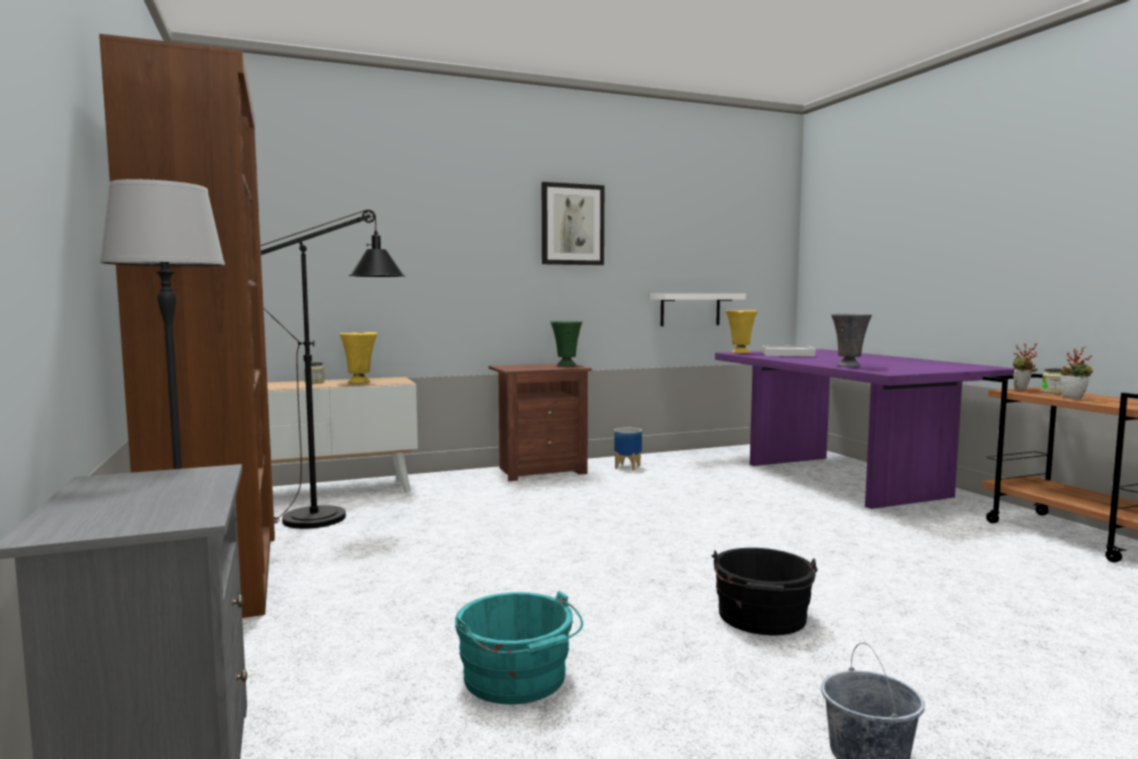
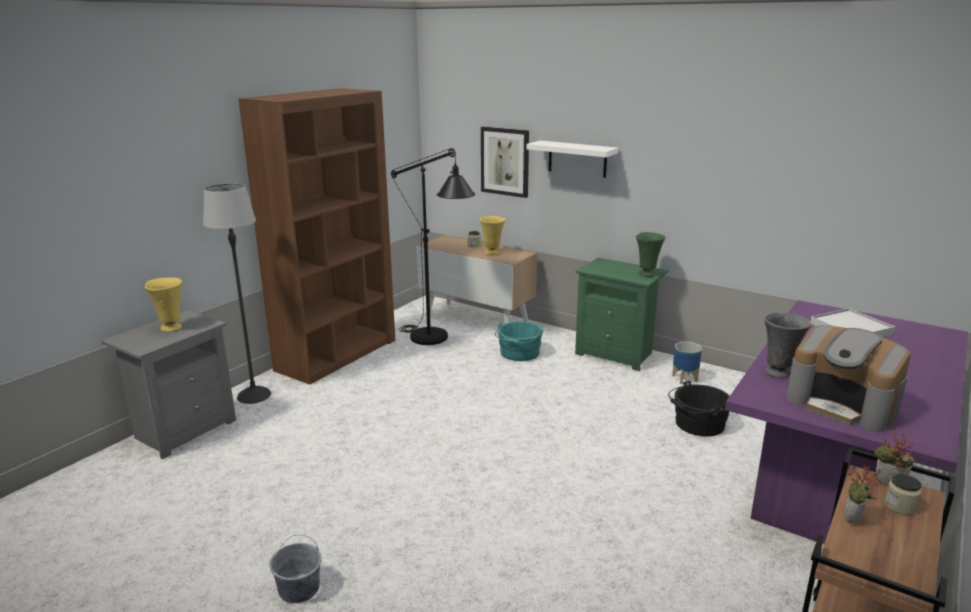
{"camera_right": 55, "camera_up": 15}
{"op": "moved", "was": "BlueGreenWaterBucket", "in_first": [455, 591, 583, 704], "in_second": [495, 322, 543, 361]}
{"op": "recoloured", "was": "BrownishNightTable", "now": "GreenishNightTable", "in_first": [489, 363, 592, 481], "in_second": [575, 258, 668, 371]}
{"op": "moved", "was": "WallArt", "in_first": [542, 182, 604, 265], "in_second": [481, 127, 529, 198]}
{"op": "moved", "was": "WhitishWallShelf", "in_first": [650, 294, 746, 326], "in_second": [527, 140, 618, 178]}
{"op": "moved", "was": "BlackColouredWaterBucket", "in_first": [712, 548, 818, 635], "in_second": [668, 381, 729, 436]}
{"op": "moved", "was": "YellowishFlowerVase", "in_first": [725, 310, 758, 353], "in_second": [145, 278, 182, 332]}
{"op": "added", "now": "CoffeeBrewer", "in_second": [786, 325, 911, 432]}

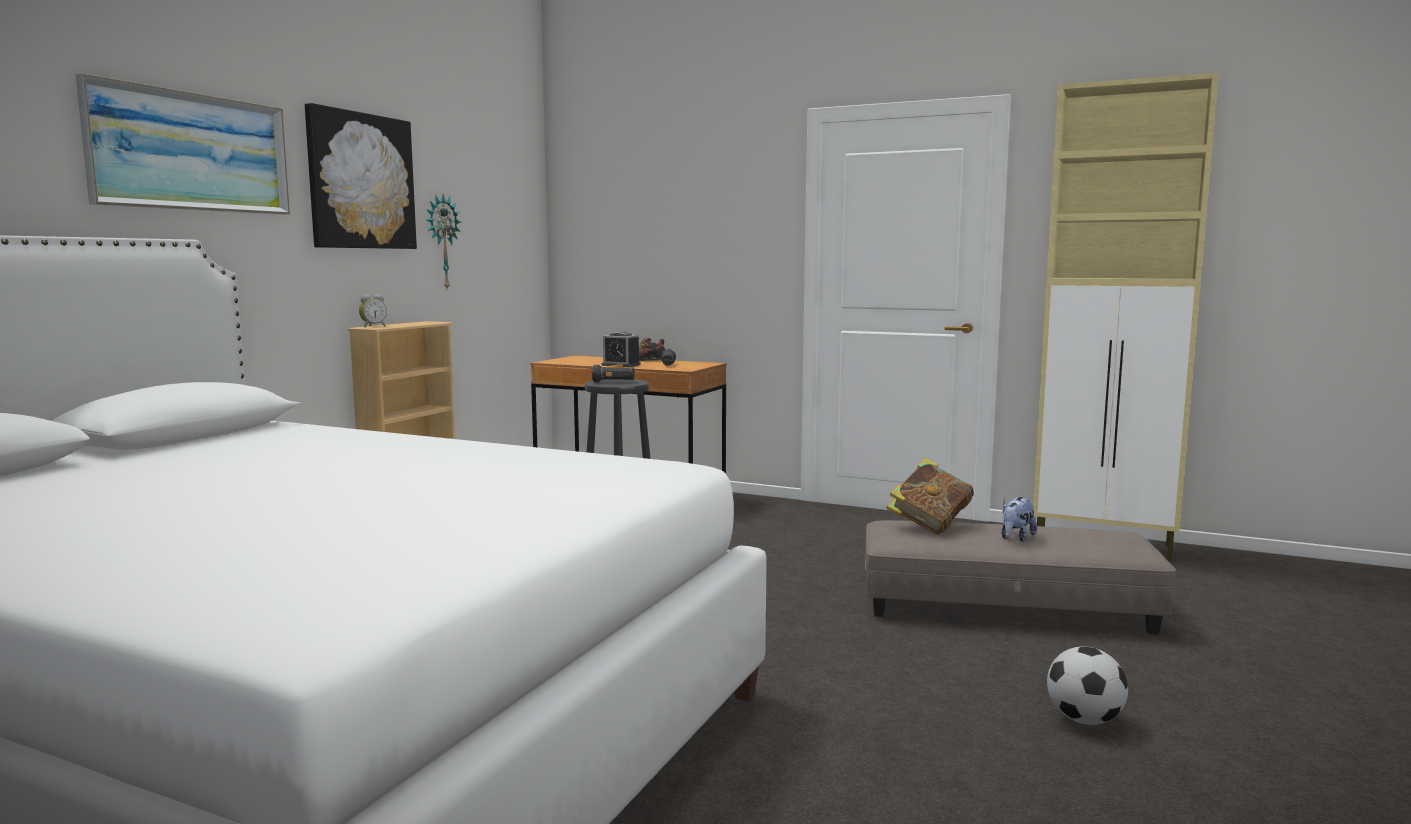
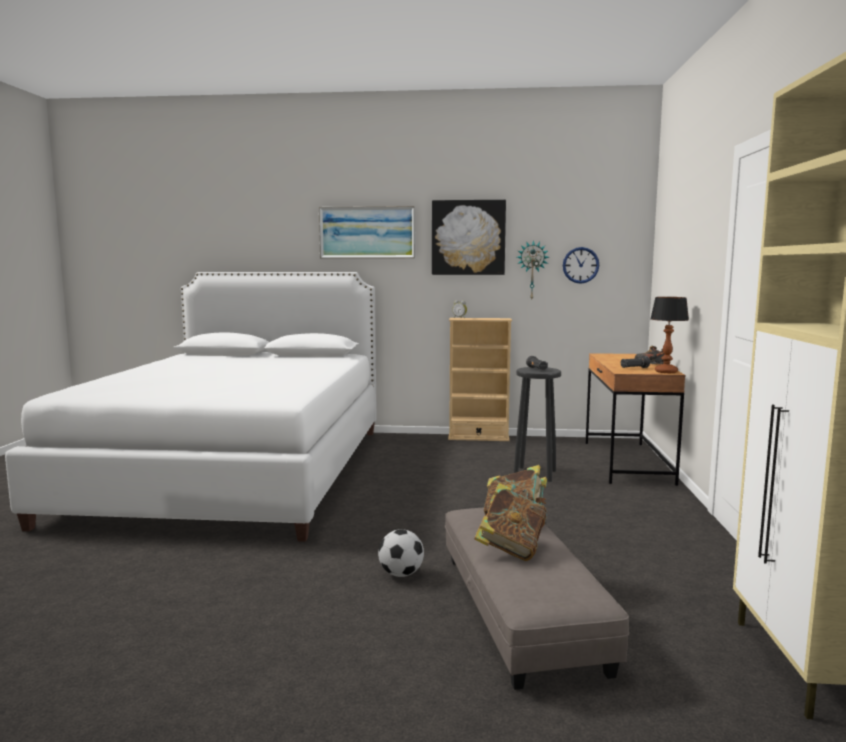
{"camera_right": 70, "camera_up": 0}
{"op": "removed", "was": "AlarmClock", "in_first": [602, 332, 640, 367]}
{"op": "replaced", "was": "CuddlyToy", "now": "BoundBook", "in_first": [1001, 497, 1037, 542], "in_second": [474, 483, 546, 561]}
{"op": "moved", "was": "FootballBall", "in_first": [1047, 646, 1128, 725], "in_second": [378, 529, 424, 577]}
{"op": "added", "now": "WallClock", "in_second": [563, 247, 599, 284]}
{"op": "added", "now": "TabletopLamp", "in_second": [650, 297, 689, 373]}

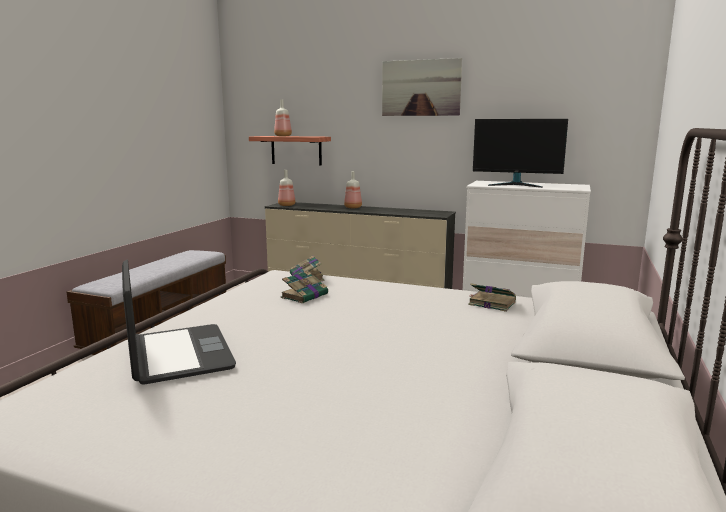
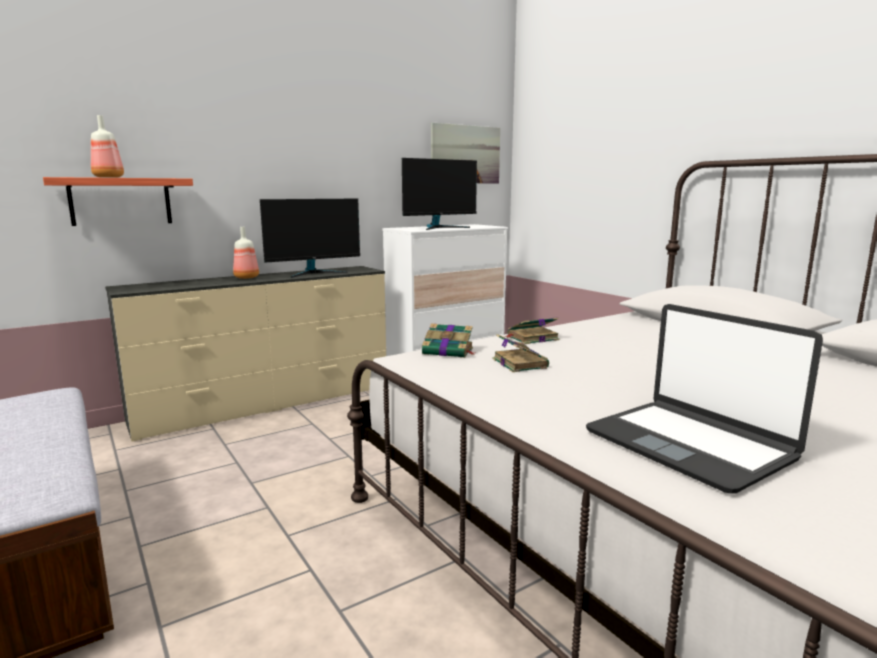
{"camera_right": -55, "camera_up": 0}
{"op": "turned", "was": "NotebookComputer", "in_first": [122, 259, 236, 385], "in_second": [586, 304, 823, 494], "clockwise": -135}
{"op": "removed", "was": "DrinkBottle", "in_first": [278, 170, 295, 206]}
{"op": "moved", "was": "WallArt", "in_first": [382, 58, 462, 116], "in_second": [431, 123, 500, 184]}
{"op": "moved", "was": "BoundBook", "in_first": [468, 283, 516, 312], "in_second": [504, 317, 559, 344]}
{"op": "added", "now": "ComputerDisplay", "in_second": [260, 199, 360, 278]}

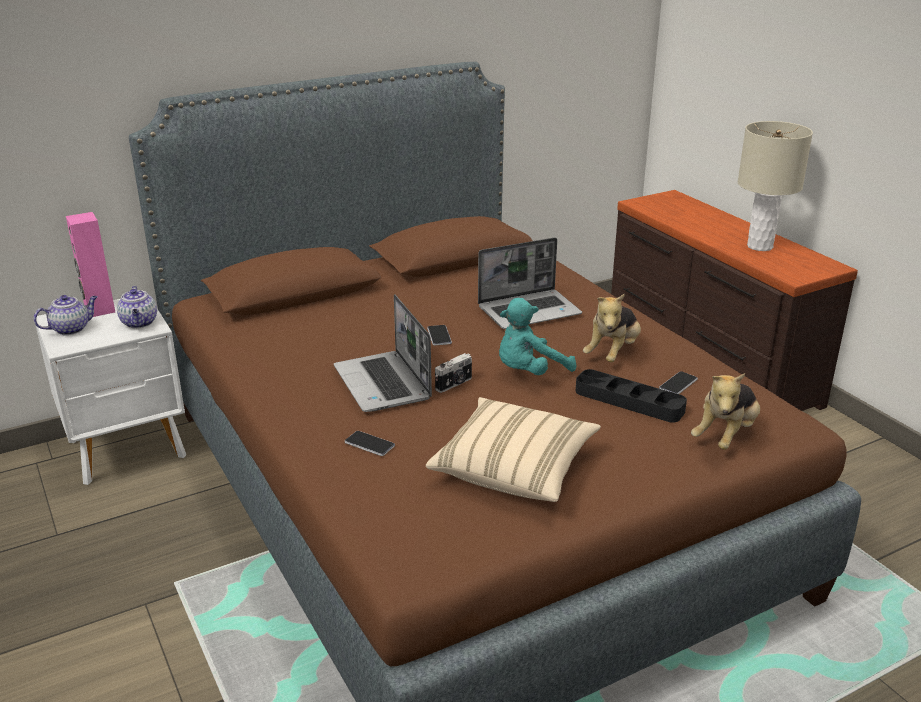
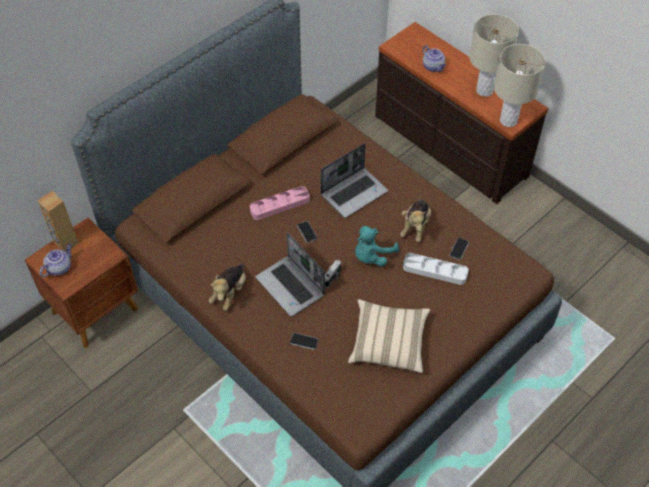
{"camera_right": -15, "camera_up": 25}
{"op": "recoloured", "was": "WhitishNightTable", "now": "BrownishNightTable", "in_first": [36, 293, 186, 485], "in_second": [25, 218, 138, 348]}
{"op": "recoloured", "was": "PinkishAudioSpeaker", "now": "BrownishAudioSpeaker", "in_first": [66, 212, 115, 317], "in_second": [38, 191, 79, 251]}
{"op": "moved", "was": "PotForTea", "in_first": [117, 286, 157, 328], "in_second": [423, 45, 446, 72]}
{"op": "recoloured", "was": "BlackColouredTray", "now": "WhitishTray", "in_first": [576, 369, 687, 423], "in_second": [403, 253, 469, 285]}
{"op": "moved", "was": "CuddlyToy", "in_first": [691, 373, 760, 450], "in_second": [209, 263, 246, 311]}
{"op": "added", "now": "PinkishTray", "in_second": [250, 186, 310, 220]}
{"op": "added", "now": "BeigeColouredTabletopLamp", "in_second": [494, 44, 546, 127]}

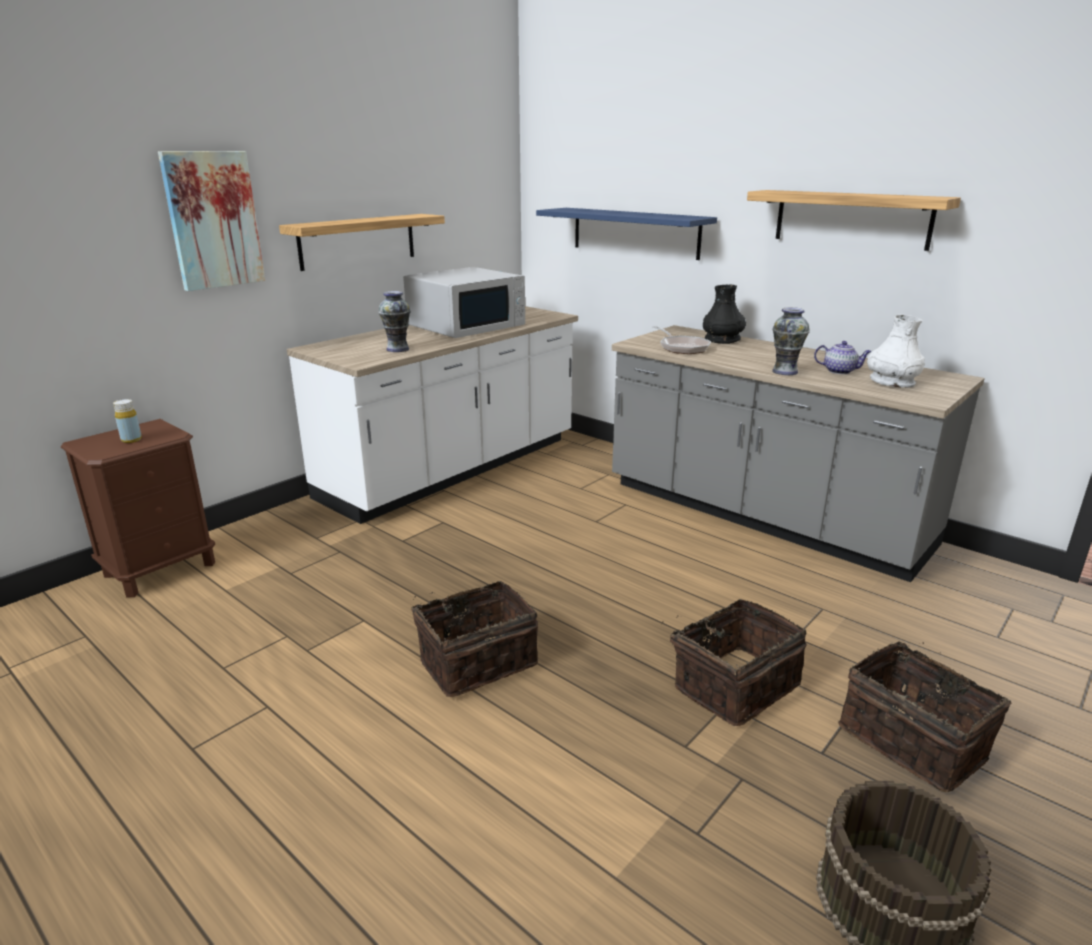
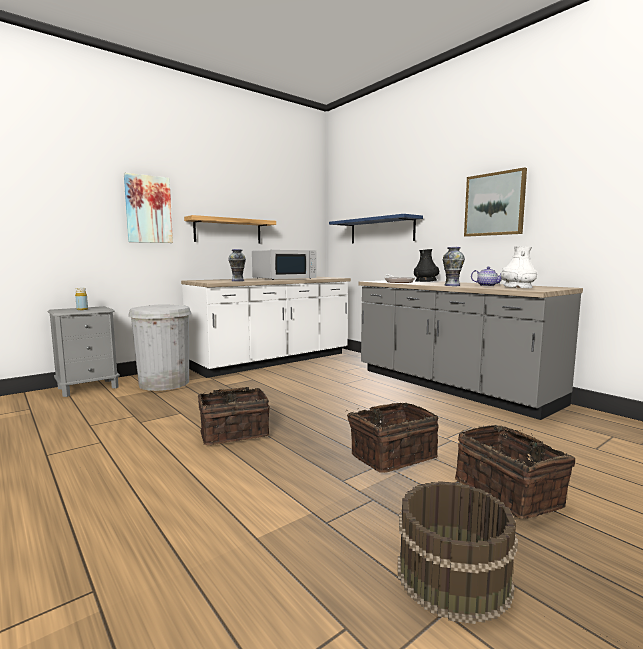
{"camera_right": 10, "camera_up": -15}
{"op": "recoloured", "was": "BrownishNightTable", "now": "GrayNightTable", "in_first": [61, 419, 215, 597], "in_second": [48, 306, 120, 397]}
{"op": "replaced", "was": "WallShelf", "now": "WallArt", "in_first": [747, 190, 961, 251], "in_second": [464, 167, 527, 237]}
{"op": "added", "now": "WhitishTrashCan", "in_second": [128, 304, 191, 391]}

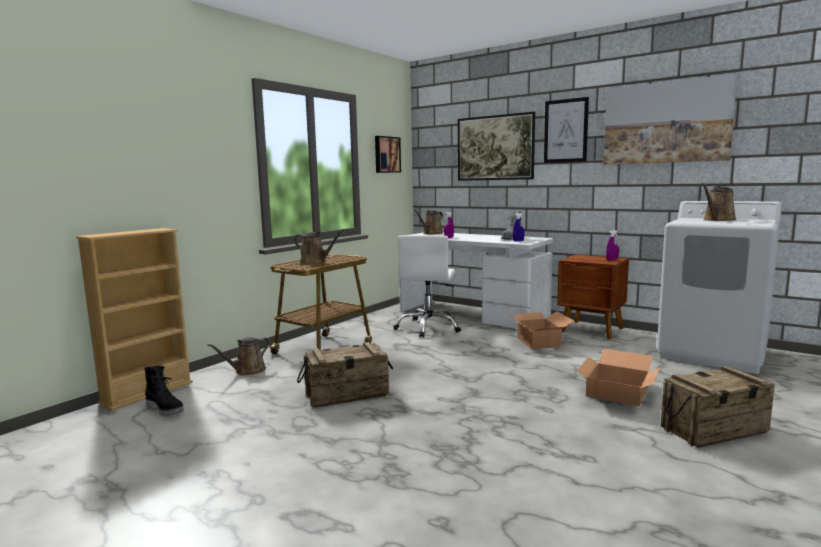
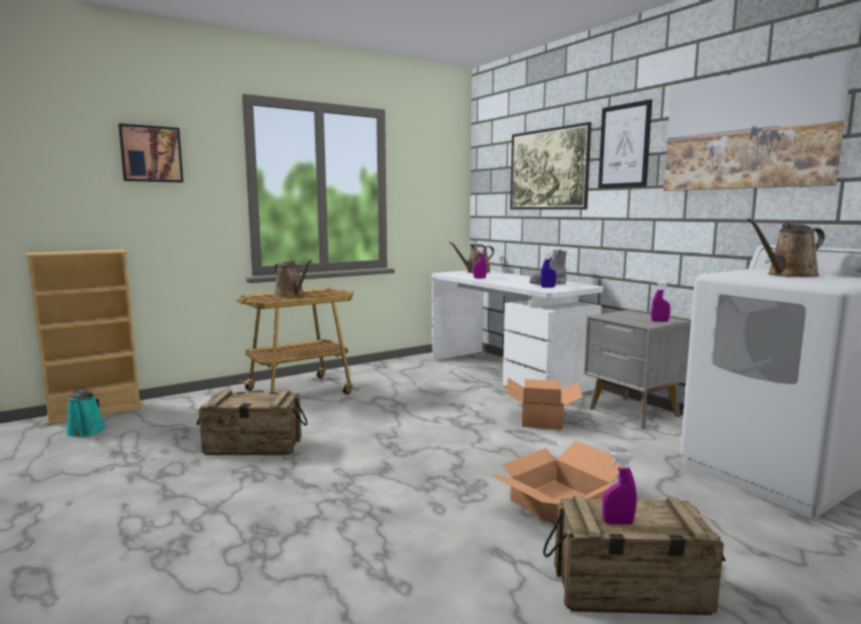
{"camera_right": 20, "camera_up": 0}
{"op": "replaced", "was": "BlackColouredTallBoot", "now": "BlueGreenSprinklingCan", "in_first": [144, 366, 184, 416], "in_second": [65, 390, 106, 437]}
{"op": "removed", "was": "BrownishSprinklingCan", "in_first": [207, 337, 270, 375]}
{"op": "moved", "was": "WallArt", "in_first": [375, 136, 401, 173], "in_second": [118, 123, 183, 183]}
{"op": "removed", "was": "WhitishDeskChair", "in_first": [393, 235, 461, 338]}
{"op": "recoloured", "was": "BrownishNightTable", "now": "GrayNightTable", "in_first": [557, 254, 629, 339], "in_second": [584, 310, 691, 429]}
{"op": "added", "now": "PurpleColouredHandSprayer", "in_second": [602, 452, 637, 525]}

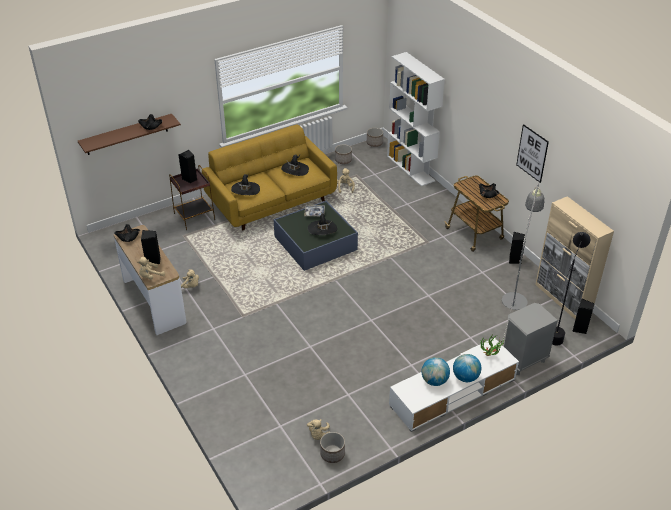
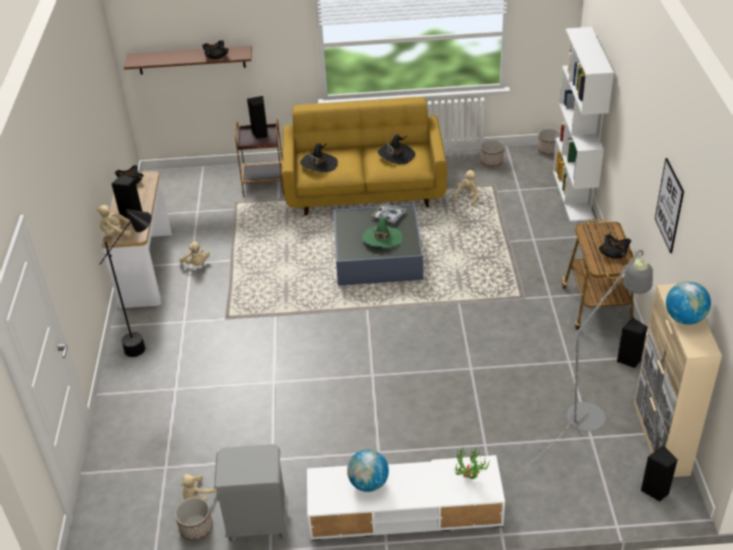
{"camera_right": 30, "camera_up": 0}
{"op": "recoloured", "was": "BlackColouredWearableHat", "now": "GreenishWearableHat", "in_first": [308, 212, 337, 235], "in_second": [362, 216, 403, 247]}
{"op": "moved", "was": "DeskGlobe", "in_first": [453, 354, 481, 382], "in_second": [666, 281, 711, 325]}
{"op": "moved", "was": "GrayNightTable", "in_first": [504, 303, 558, 375], "in_second": [214, 444, 288, 543]}
{"op": "moved", "was": "BlackColouredStandardLamp", "in_first": [552, 232, 590, 346], "in_second": [100, 209, 151, 357]}

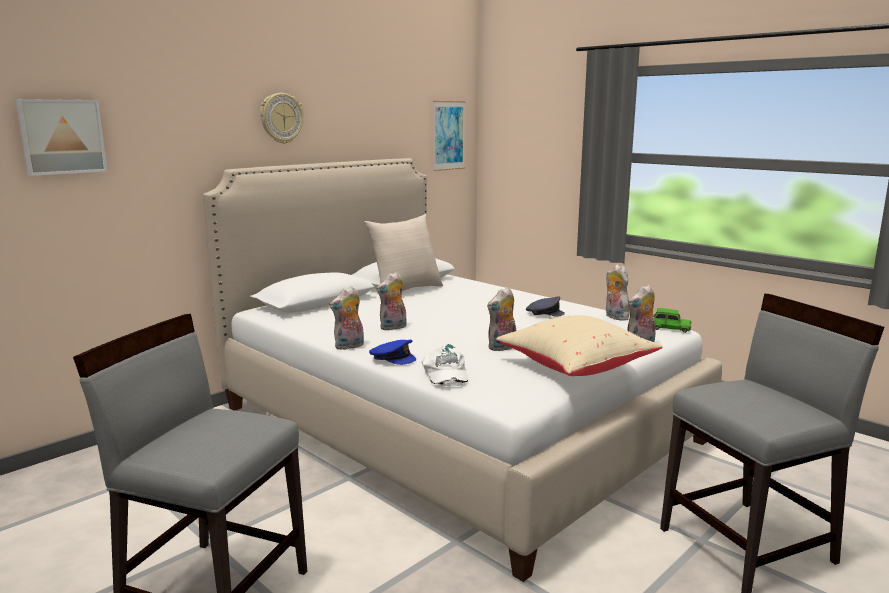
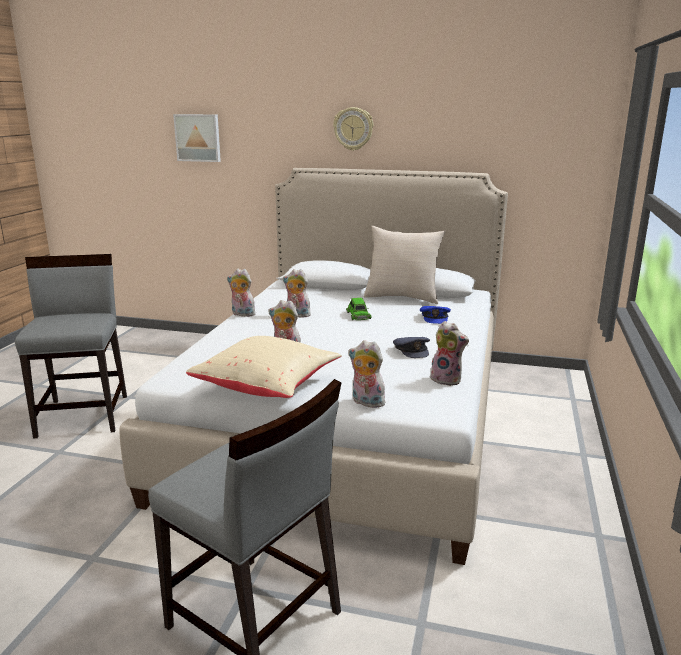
{"camera_right": 60, "camera_up": 5}
{"op": "moved", "was": "BlueColouredPeakedCap", "in_first": [369, 340, 416, 365], "in_second": [420, 306, 451, 324]}
{"op": "removed", "was": "WhitishPeakedCap", "in_first": [421, 344, 468, 386]}
{"op": "removed", "was": "WallArt", "in_first": [433, 101, 465, 171]}
{"op": "turned", "was": "CuddlyToy", "in_first": [605, 265, 630, 320], "in_second": [430, 321, 469, 386], "clockwise": 90}
{"op": "moved", "was": "GreenishModelCar", "in_first": [653, 308, 692, 333], "in_second": [346, 298, 372, 320]}

